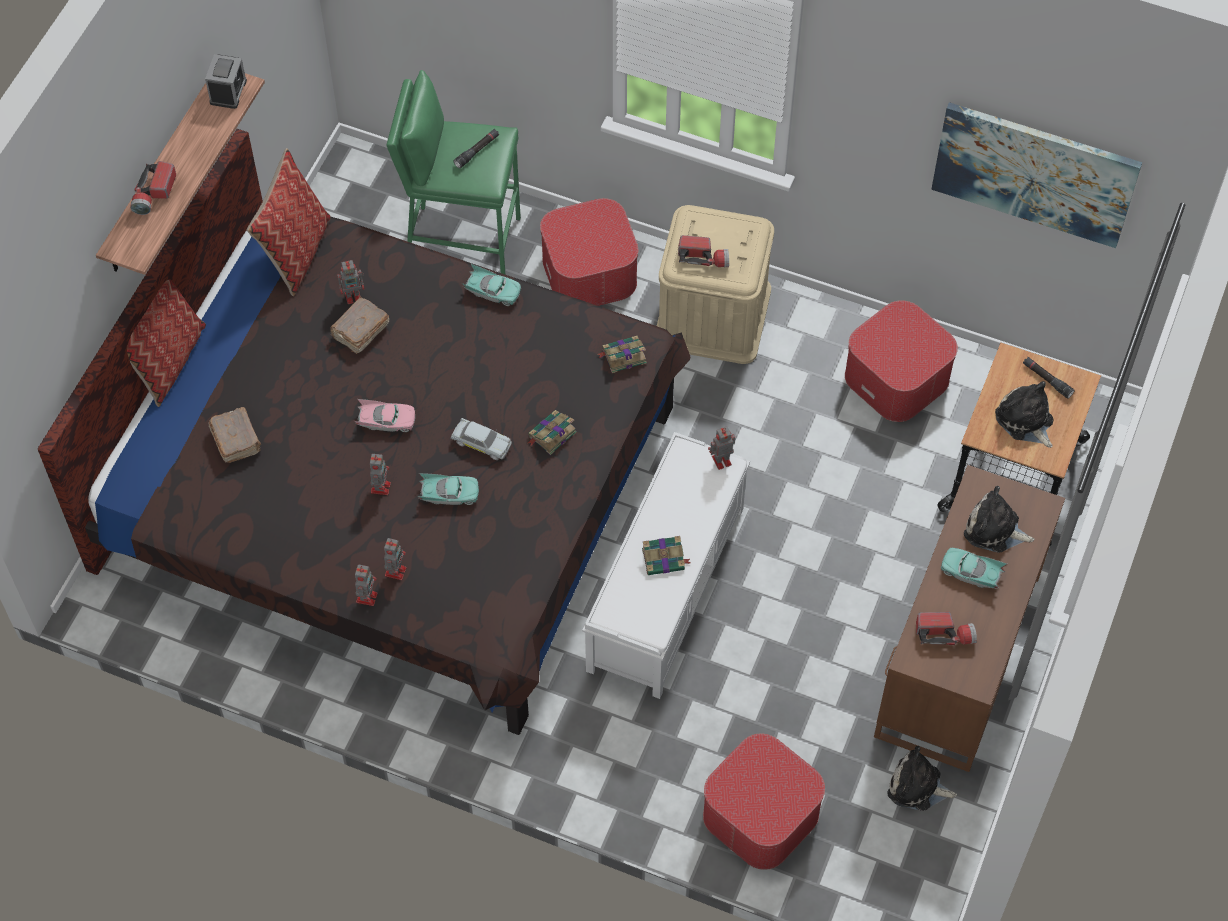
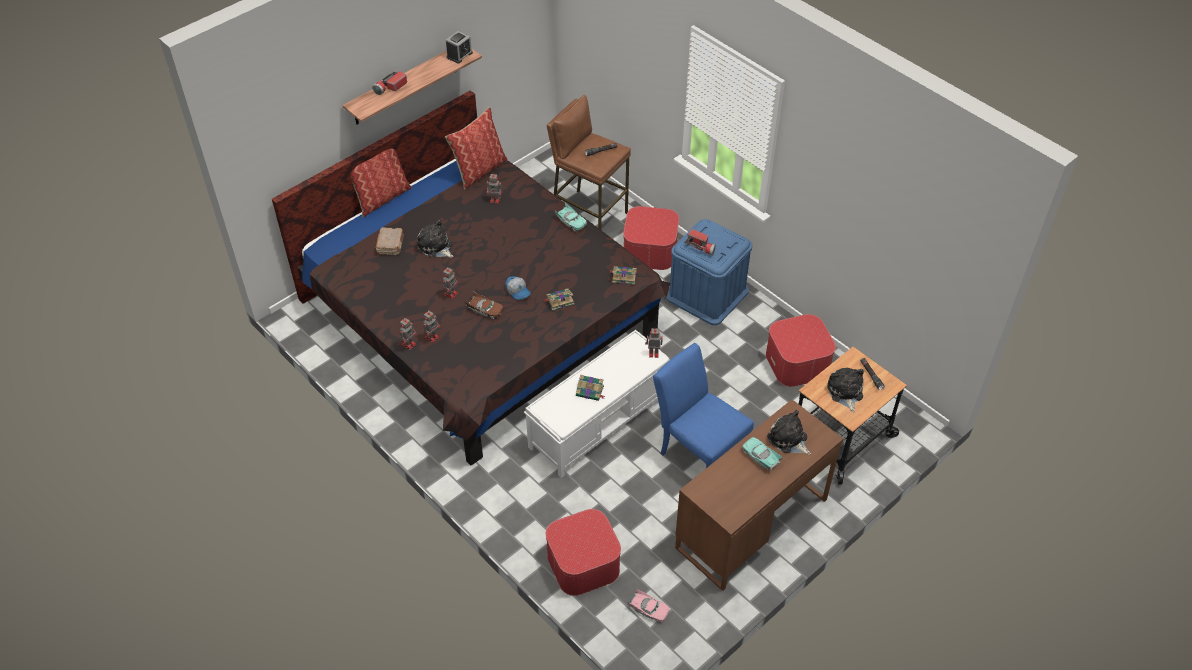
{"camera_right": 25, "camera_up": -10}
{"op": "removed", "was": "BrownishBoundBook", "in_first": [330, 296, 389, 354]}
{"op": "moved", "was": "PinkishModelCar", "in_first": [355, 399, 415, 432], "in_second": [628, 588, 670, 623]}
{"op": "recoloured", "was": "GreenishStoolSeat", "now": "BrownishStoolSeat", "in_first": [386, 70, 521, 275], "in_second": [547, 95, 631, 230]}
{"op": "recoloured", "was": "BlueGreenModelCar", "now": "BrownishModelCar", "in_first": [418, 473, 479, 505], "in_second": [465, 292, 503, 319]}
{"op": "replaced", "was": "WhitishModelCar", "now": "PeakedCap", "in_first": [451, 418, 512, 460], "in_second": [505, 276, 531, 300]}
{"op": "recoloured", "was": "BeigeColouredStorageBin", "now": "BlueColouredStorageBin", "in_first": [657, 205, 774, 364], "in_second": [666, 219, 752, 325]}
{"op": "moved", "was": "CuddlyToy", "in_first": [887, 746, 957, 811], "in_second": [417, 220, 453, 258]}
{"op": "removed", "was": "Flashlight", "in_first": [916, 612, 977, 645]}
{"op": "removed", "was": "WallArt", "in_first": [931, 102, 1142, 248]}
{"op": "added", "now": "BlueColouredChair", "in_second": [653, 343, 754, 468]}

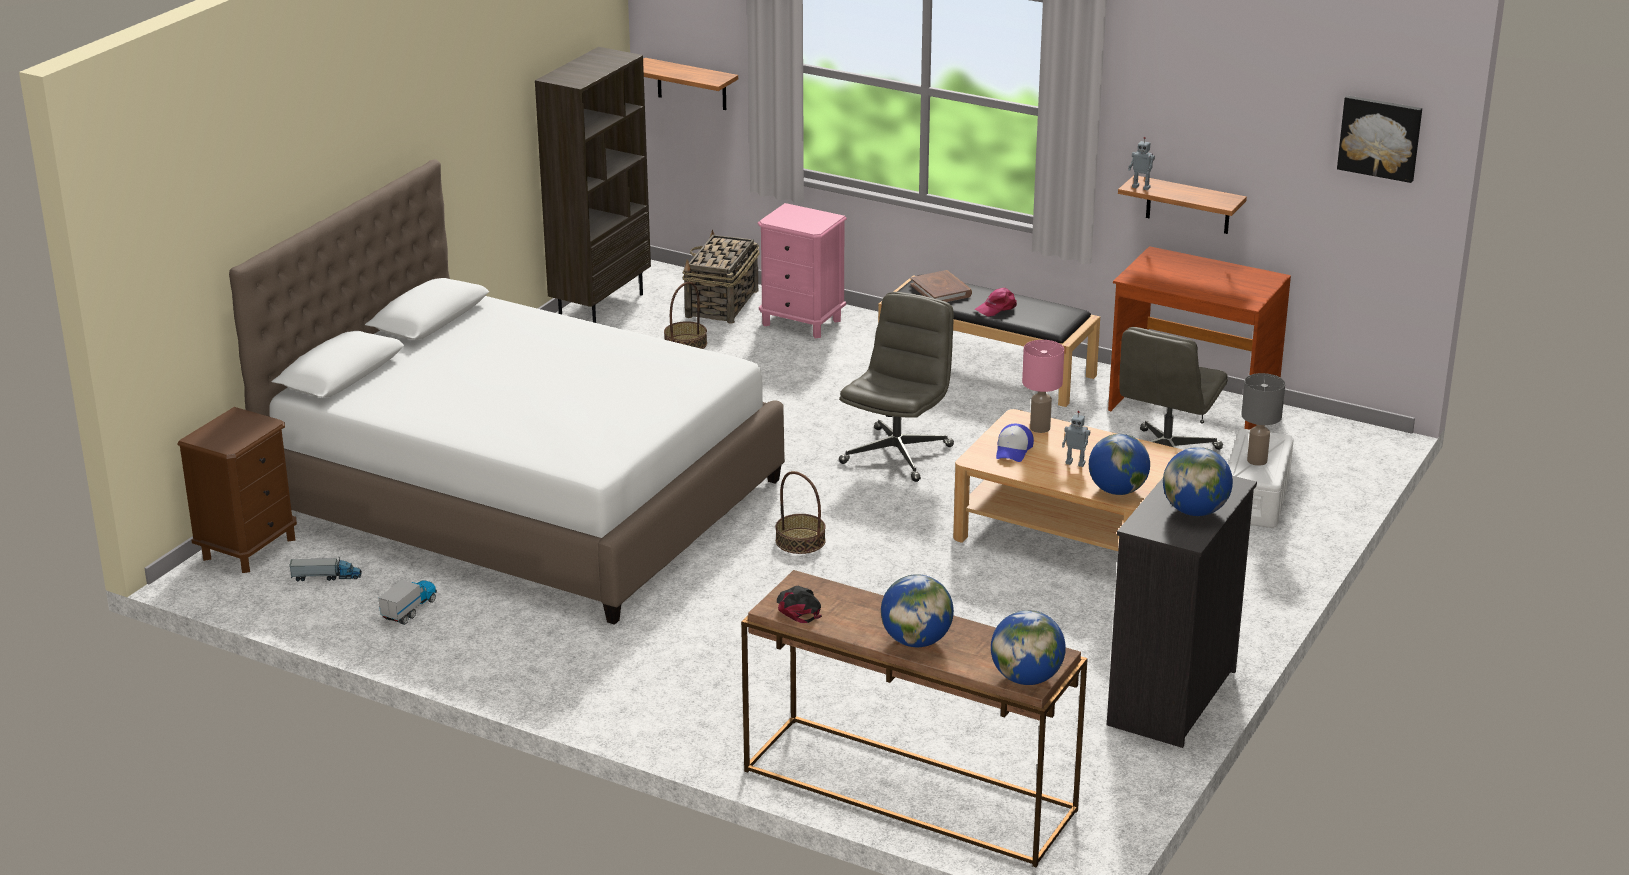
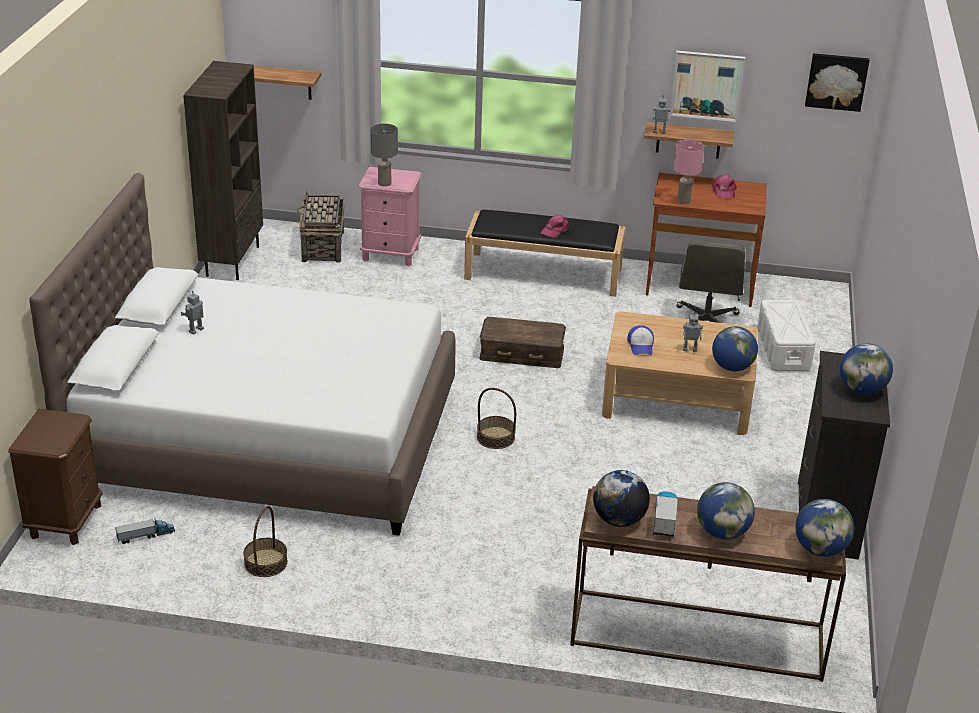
{"camera_right": -20, "camera_up": 5}
{"op": "moved", "was": "ModelTruck", "in_first": [379, 578, 437, 625], "in_second": [653, 492, 678, 537]}
{"op": "moved", "was": "StorageBasket", "in_first": [664, 282, 707, 349], "in_second": [243, 506, 288, 577]}
{"op": "replaced", "was": "BlackColouredPeakedCap", "now": "DeskGlobe", "in_first": [777, 586, 822, 623], "in_second": [593, 470, 650, 527]}
{"op": "replaced", "was": "GrayDeskChair", "now": "BrownishStorageBin", "in_first": [839, 292, 954, 482], "in_second": [479, 317, 566, 368]}
{"op": "removed", "was": "BrownishBoundBook", "in_first": [910, 270, 972, 302]}
{"op": "moved", "was": "PinkishTabletopLamp", "in_first": [1022, 340, 1064, 433], "in_second": [674, 139, 704, 204]}
{"op": "moved", "was": "GrayTabletopLamp", "in_first": [1241, 373, 1285, 466], "in_second": [371, 124, 398, 187]}
{"op": "added", "now": "RobotFigure", "in_second": [181, 291, 204, 335]}
{"op": "added", "now": "WallArt", "in_second": [670, 51, 745, 122]}
{"op": "added", "now": "PinkishPeakedCap", "in_second": [712, 174, 737, 198]}

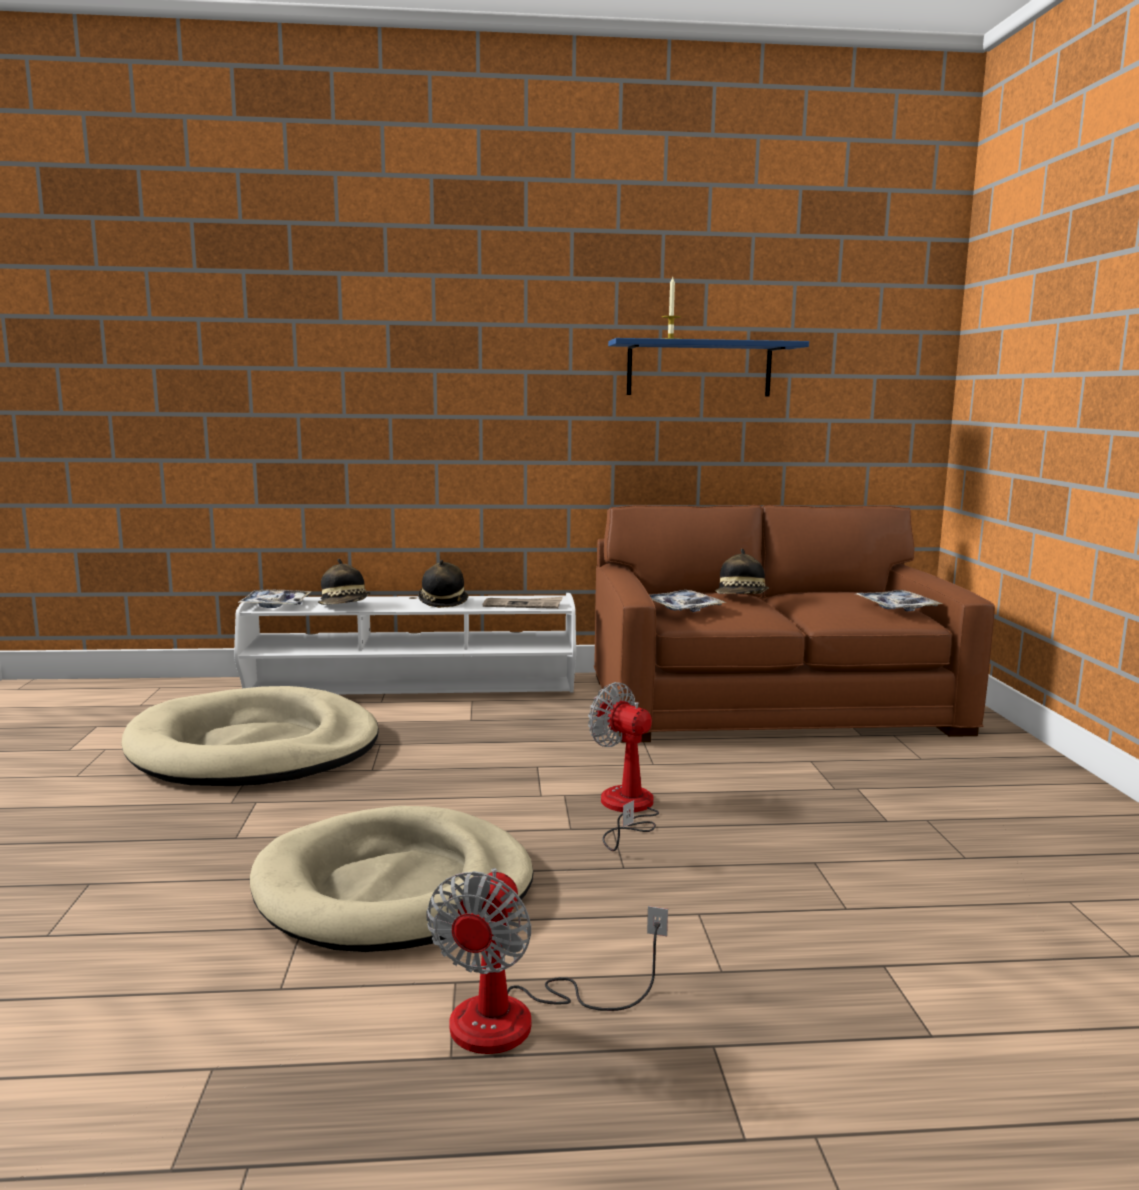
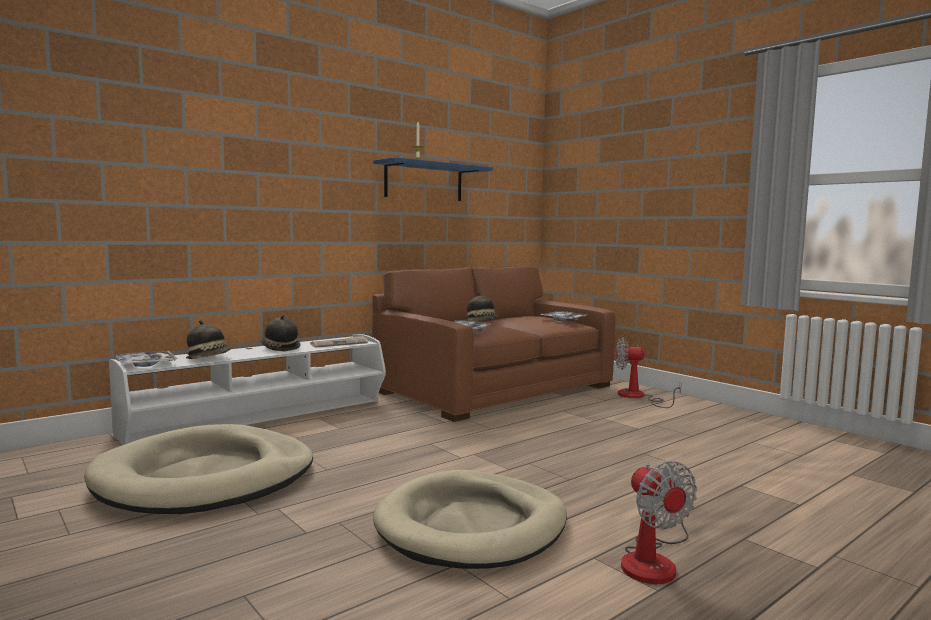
{"camera_right": -35, "camera_up": -5}
{"op": "moved", "was": "CoolingFan", "in_first": [588, 682, 659, 851], "in_second": [616, 337, 681, 408]}

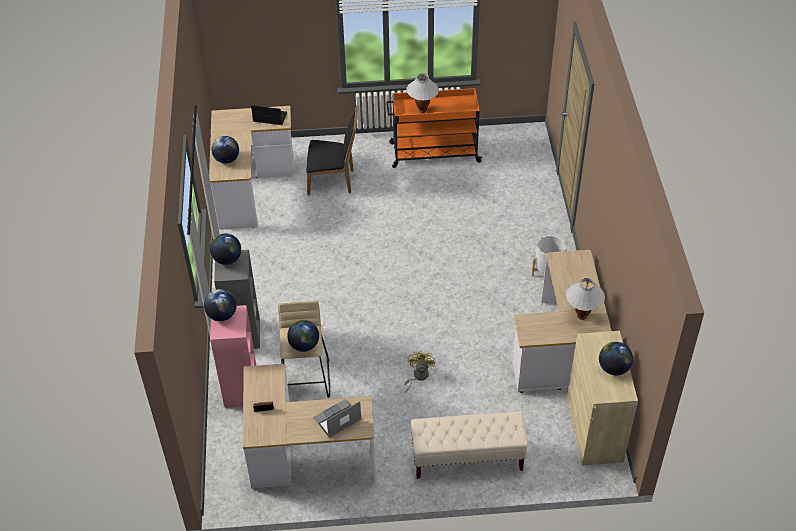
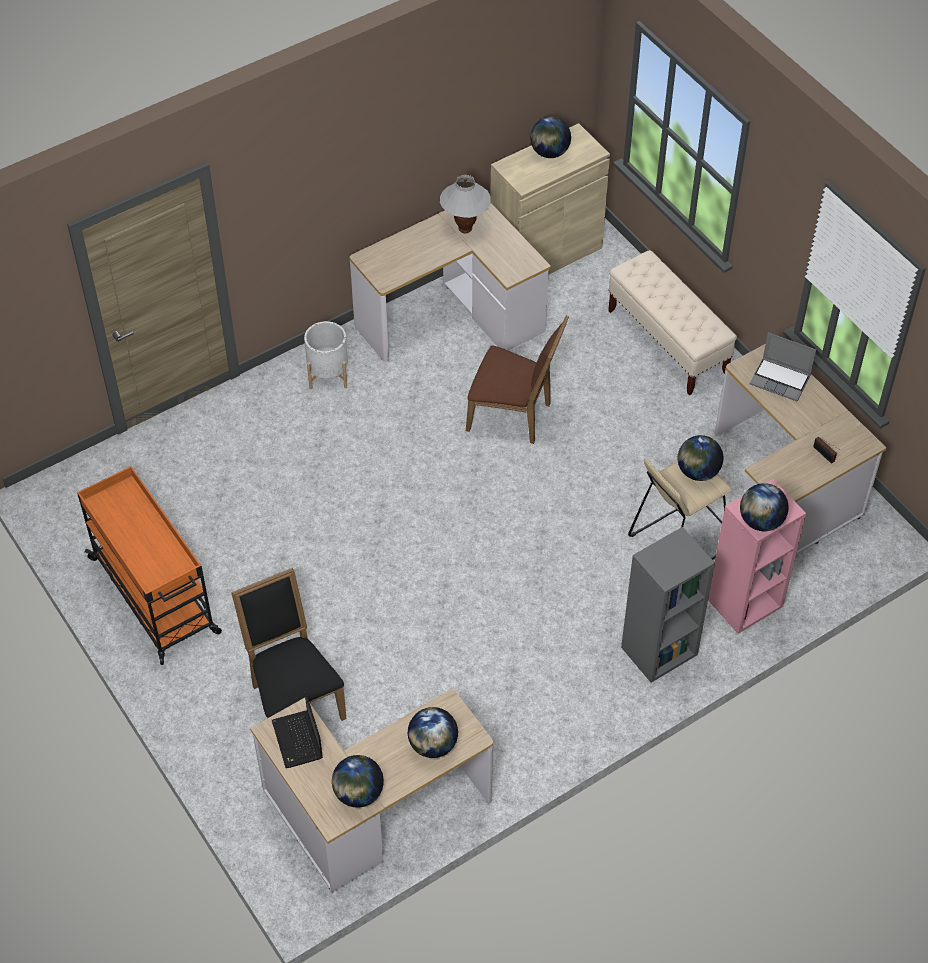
{"camera_right": -120, "camera_up": 5}
{"op": "moved", "was": "DeskGlobe", "in_first": [210, 234, 241, 265], "in_second": [332, 755, 384, 807]}
{"op": "removed", "was": "YellowishCoolingFan", "in_first": [404, 351, 435, 392]}
{"op": "removed", "was": "WhitishTabletopLamp", "in_first": [406, 73, 439, 113]}
{"op": "added", "now": "BrownishChair", "in_second": [466, 315, 569, 444]}

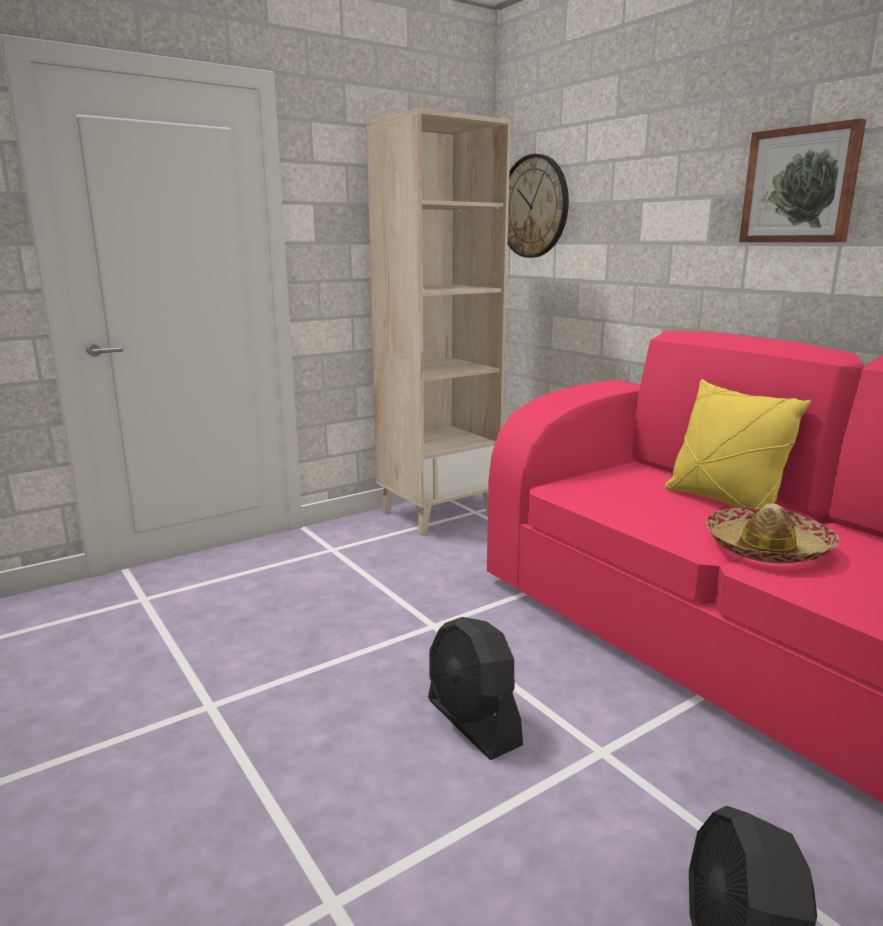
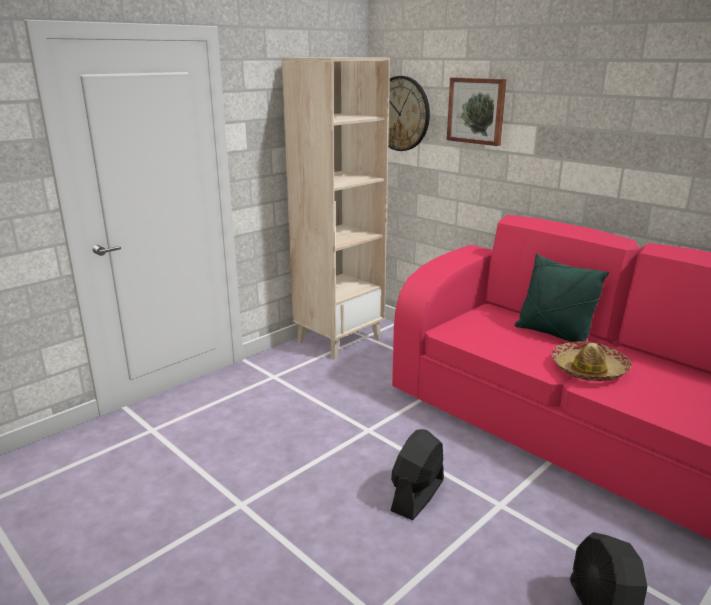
{"camera_right": -10, "camera_up": 5}
{"op": "turned", "was": "BlackColouredCoolingFan", "in_first": [428, 617, 523, 760], "in_second": [390, 429, 444, 520], "clockwise": 75}
{"op": "recoloured", "was": "YellowishCushion", "now": "GreenishCushion", "in_first": [665, 379, 811, 508], "in_second": [514, 254, 609, 342]}
{"op": "moved", "was": "WallArt", "in_first": [739, 118, 866, 242], "in_second": [447, 78, 506, 146]}

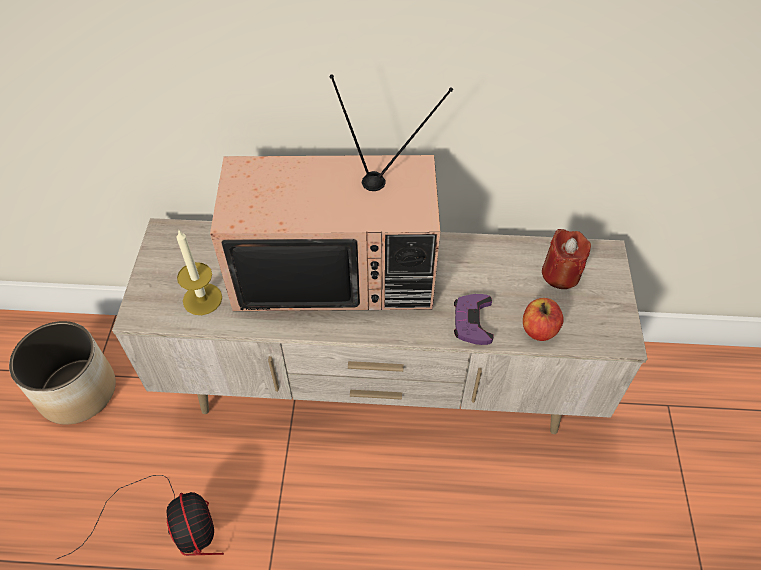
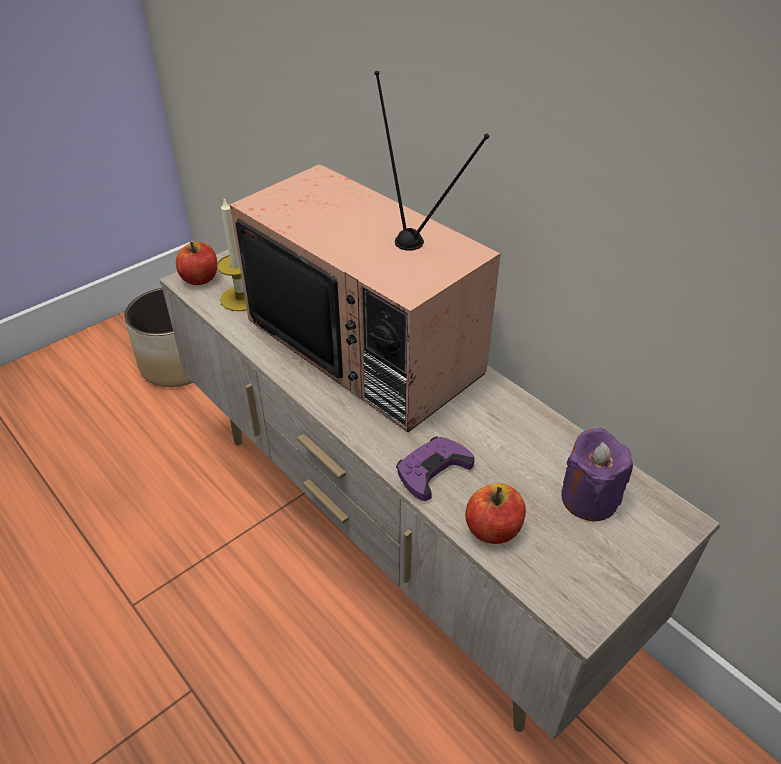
{"camera_right": 45, "camera_up": -10}
{"op": "removed", "was": "CoolingFan", "in_first": [57, 475, 224, 559]}
{"op": "recoloured", "was": "RedColouredWaxCandle", "now": "PurpleColouredWaxCandle", "in_first": [542, 229, 591, 289], "in_second": [561, 428, 633, 522]}
{"op": "added", "now": "WholeApple", "in_second": [176, 242, 217, 285]}

